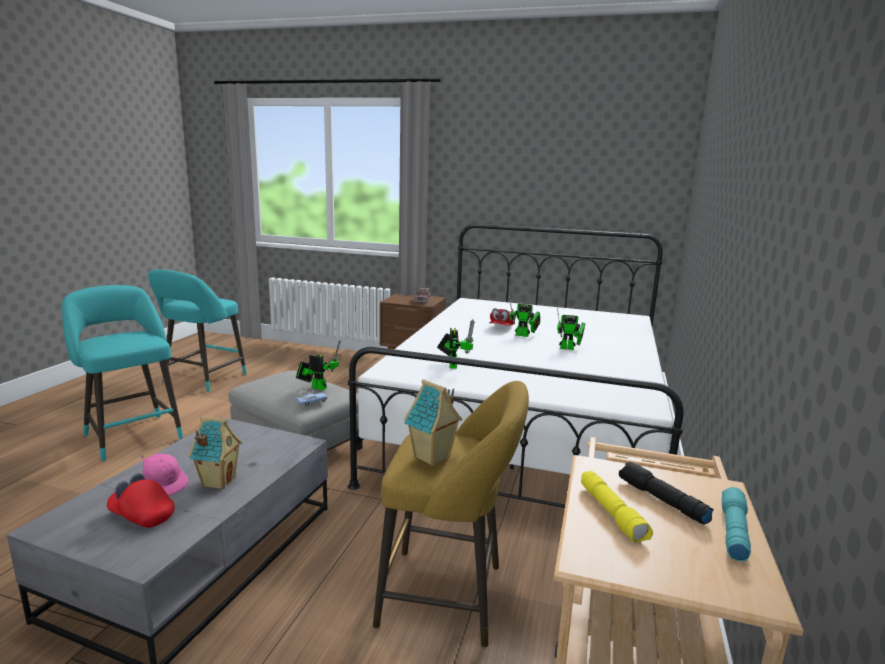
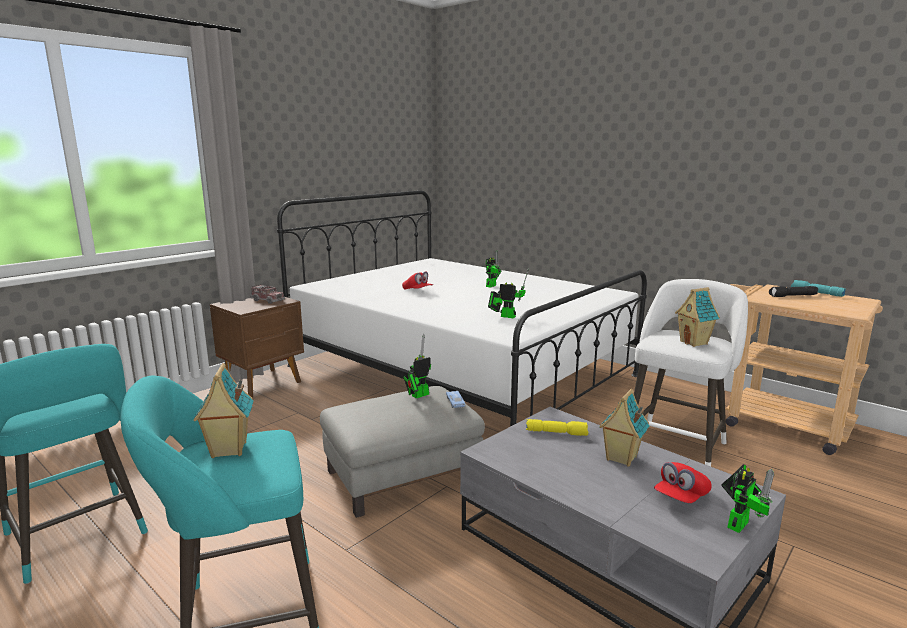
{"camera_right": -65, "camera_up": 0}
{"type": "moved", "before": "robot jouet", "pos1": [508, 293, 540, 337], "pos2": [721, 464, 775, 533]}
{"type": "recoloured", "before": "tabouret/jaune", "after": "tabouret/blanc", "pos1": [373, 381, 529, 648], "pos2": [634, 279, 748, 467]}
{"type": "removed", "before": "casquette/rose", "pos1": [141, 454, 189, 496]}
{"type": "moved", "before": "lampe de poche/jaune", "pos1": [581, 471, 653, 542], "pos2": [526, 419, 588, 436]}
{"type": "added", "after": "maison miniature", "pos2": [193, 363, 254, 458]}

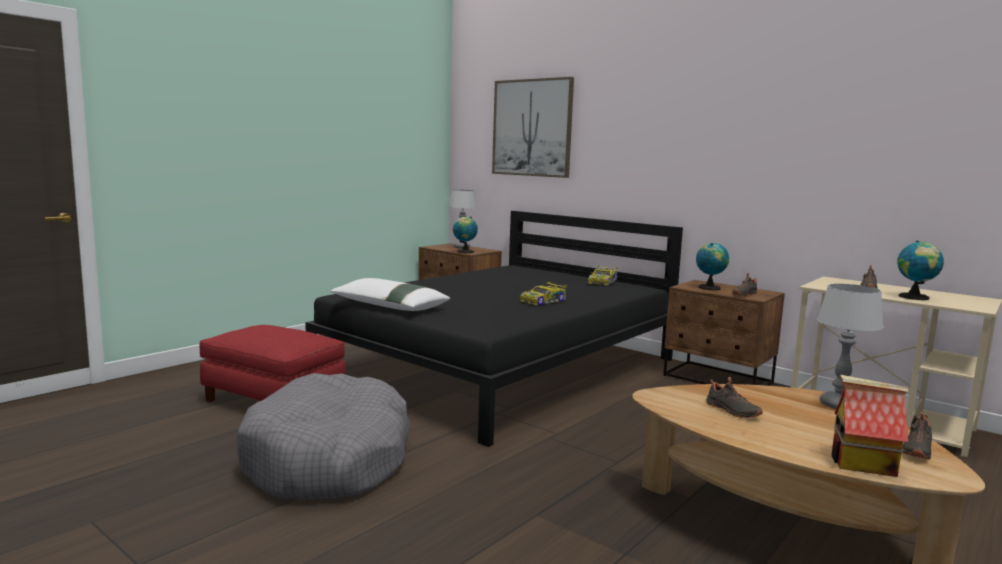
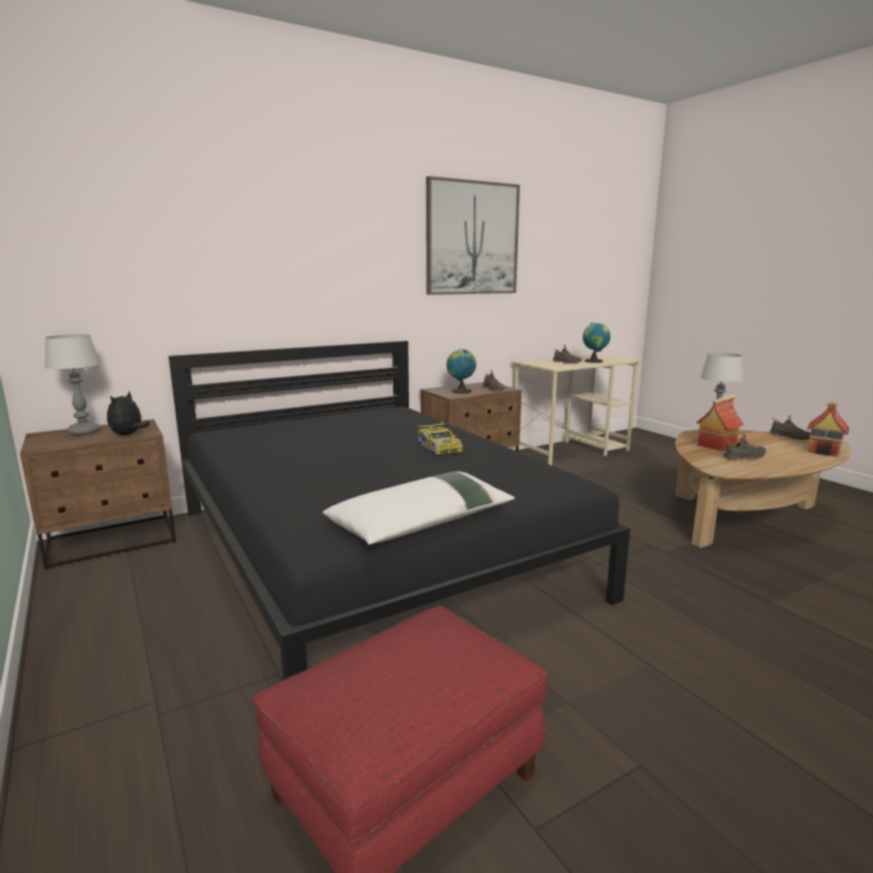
{"camera_right": -70, "camera_up": 5}
{"type": "moved", "before": "tableau", "pos1": [492, 77, 574, 178], "pos2": [426, 176, 520, 295]}
{"type": "replaced", "before": "globe", "after": "peluche", "pos1": [453, 216, 478, 253], "pos2": [107, 391, 150, 435]}
{"type": "removed", "before": "petite voiture", "pos1": [588, 265, 618, 285]}
{"type": "removed", "before": "panier pour chien/gris", "pos1": [236, 373, 410, 500]}
{"type": "added", "after": "maison miniature", "pos2": [696, 394, 744, 451]}

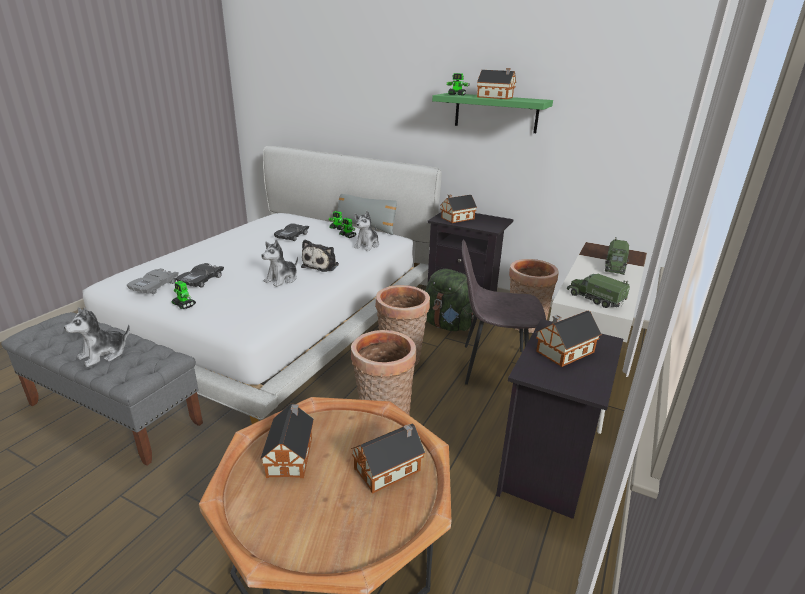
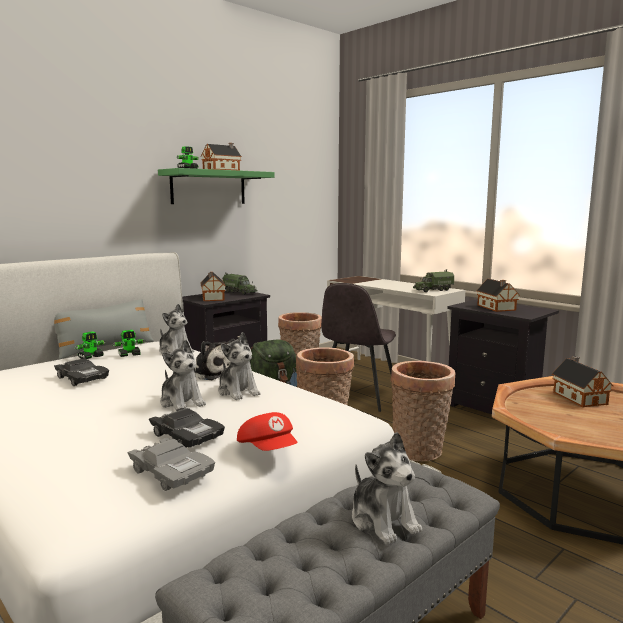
{"camera_right": -70, "camera_up": -15}
{"type": "moved", "before": "camion jouet", "pos1": [605, 237, 629, 275], "pos2": [223, 273, 257, 295]}
{"type": "replaced", "before": "robot jouet", "after": "casquette/rouge", "pos1": [172, 281, 196, 309], "pos2": [237, 412, 297, 451]}
{"type": "removed", "before": "maison miniature", "pos1": [260, 404, 314, 478]}
{"type": "added", "after": "peluche", "pos2": [160, 340, 206, 410]}

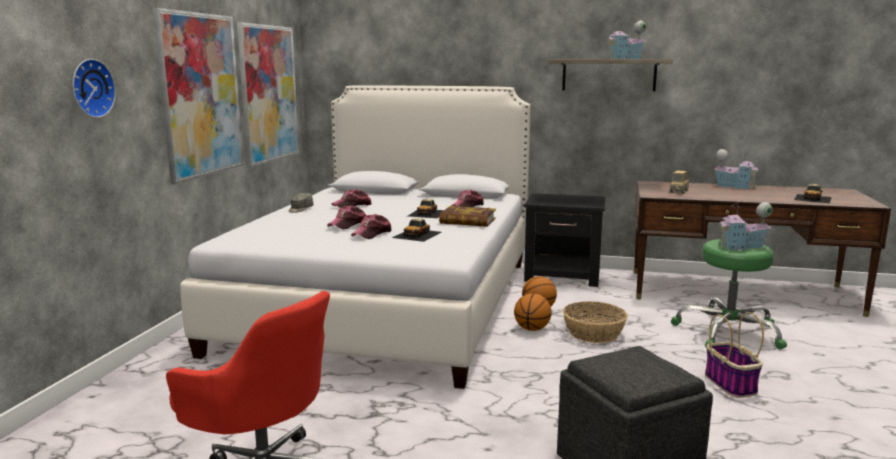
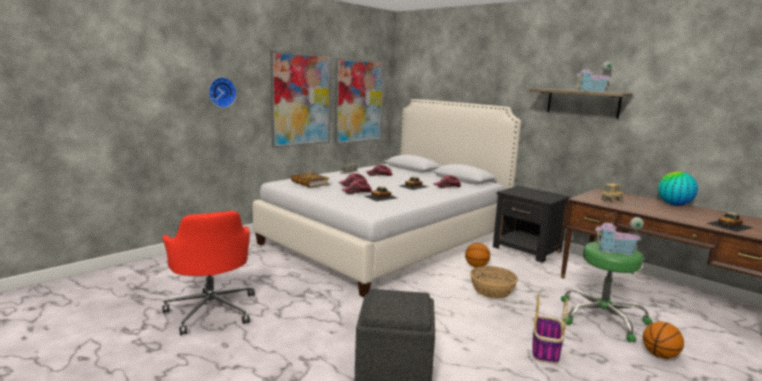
{"camera_right": 30, "camera_up": 0}
{"type": "replaced", "before": "maison miniature", "after": "globe", "pos1": [715, 148, 759, 189], "pos2": [658, 172, 698, 206]}
{"type": "moved", "before": "livre", "pos1": [439, 206, 496, 227], "pos2": [291, 172, 330, 188]}
{"type": "moved", "before": "ballon de basket", "pos1": [514, 293, 552, 331], "pos2": [643, 321, 684, 359]}

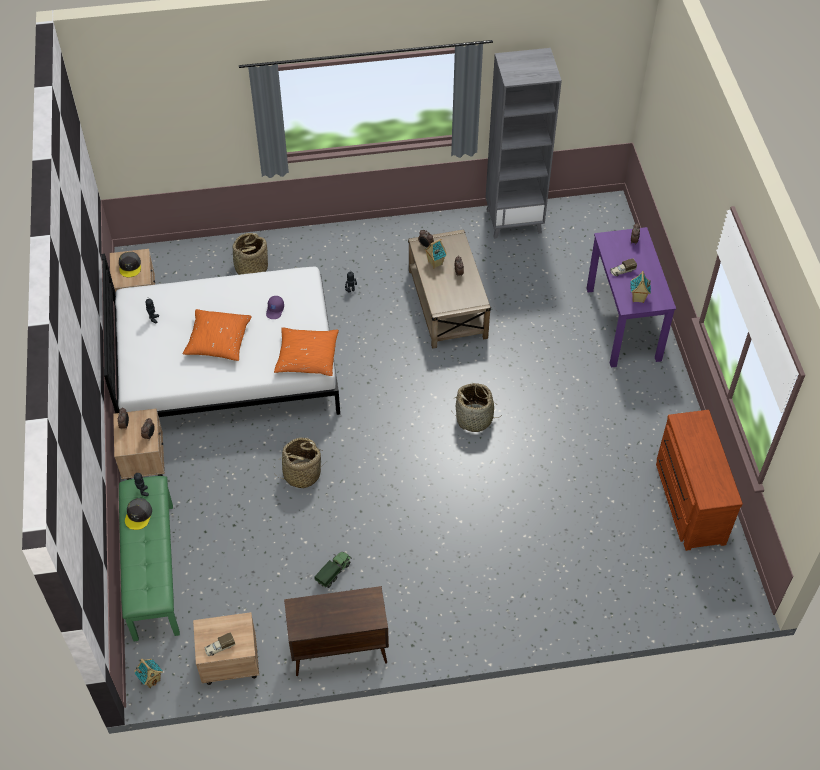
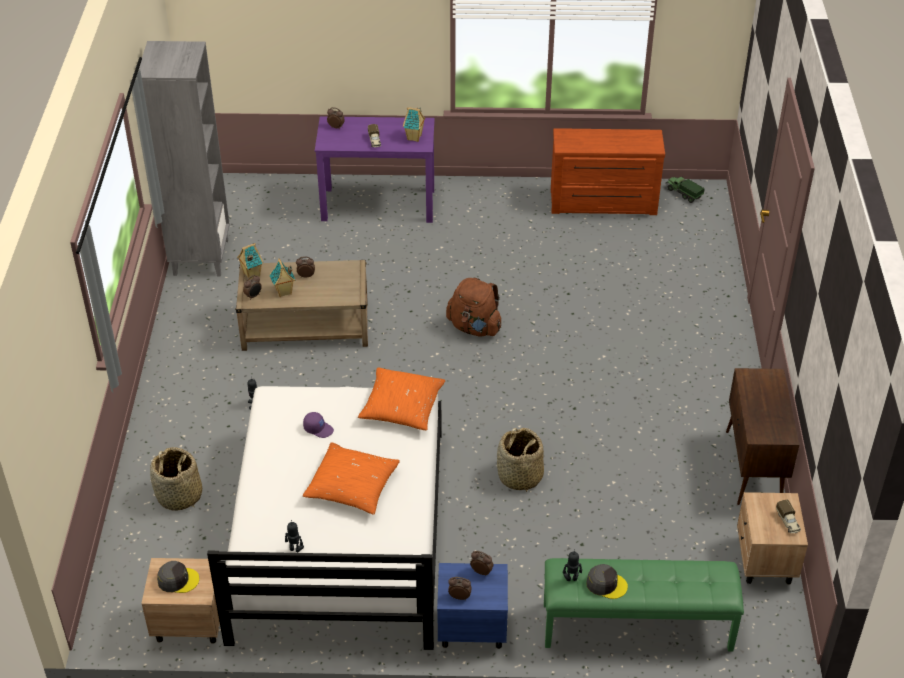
{"camera_right": -80, "camera_up": -10}
{"type": "replaced", "before": "panier", "after": "sac à dos/marron", "pos1": [452, 383, 501, 432], "pos2": [446, 278, 501, 336]}
{"type": "recoloured", "before": "table de chevet/beige", "after": "table de chevet/bleu", "pos1": [113, 408, 165, 480], "pos2": [437, 563, 508, 649]}
{"type": "moved", "before": "camion jouet", "pos1": [314, 551, 352, 588], "pos2": [666, 176, 704, 203]}
{"type": "moved", "before": "maison miniature", "pos1": [134, 659, 162, 688], "pos2": [237, 243, 263, 280]}

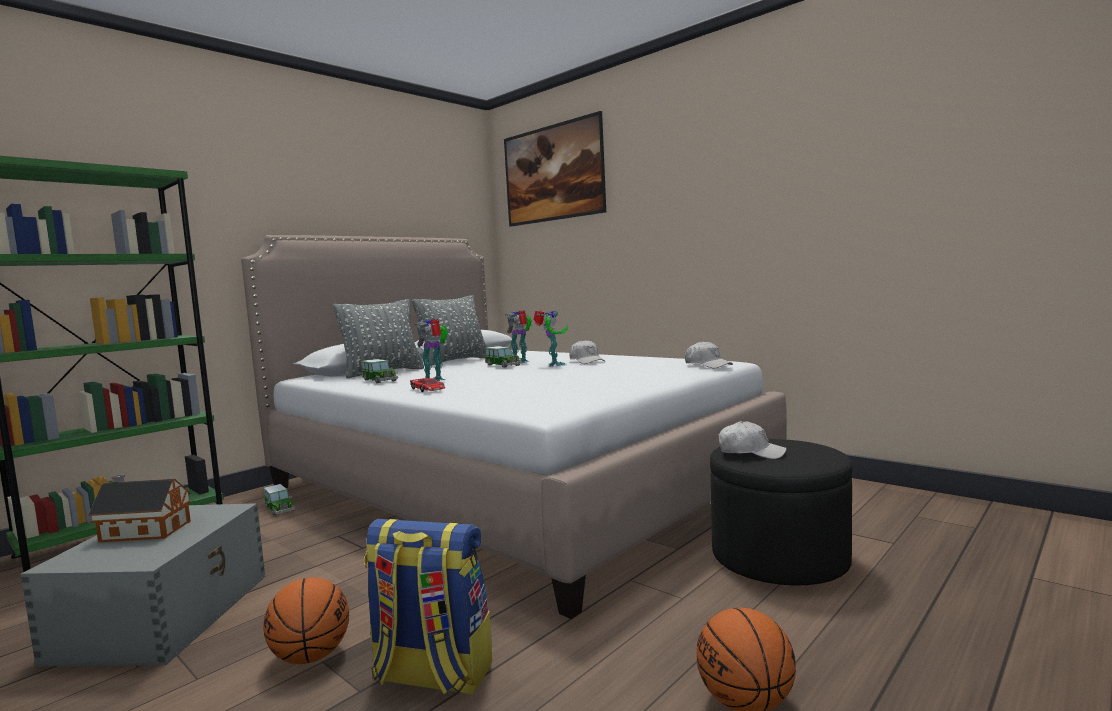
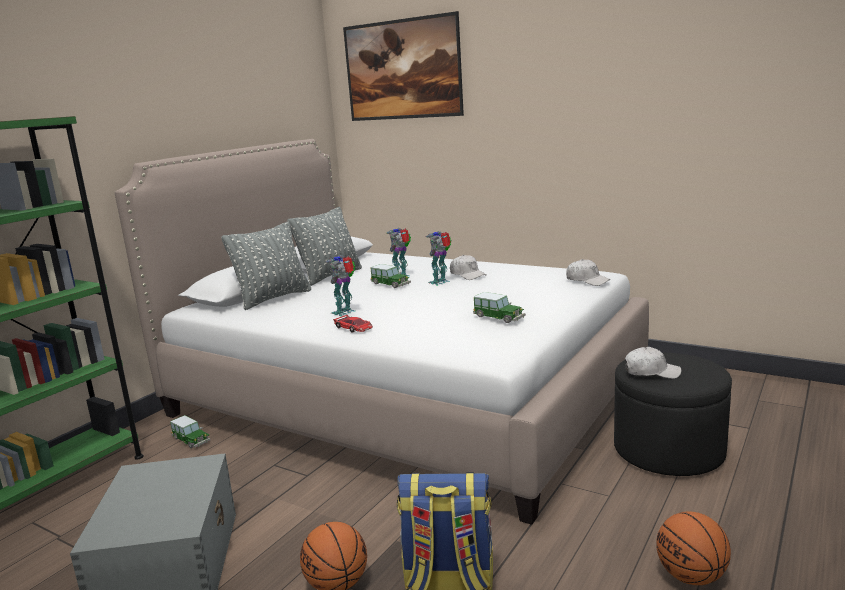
{"camera_right": -10, "camera_up": 10}
{"type": "turned", "before": "robot jouet", "pos1": [534, 310, 568, 367], "pos2": [426, 231, 451, 286], "turn": -120}
{"type": "moved", "before": "petite voiture", "pos1": [361, 359, 398, 384], "pos2": [473, 292, 526, 323]}
{"type": "removed", "before": "maison miniature", "pos1": [88, 474, 191, 542]}

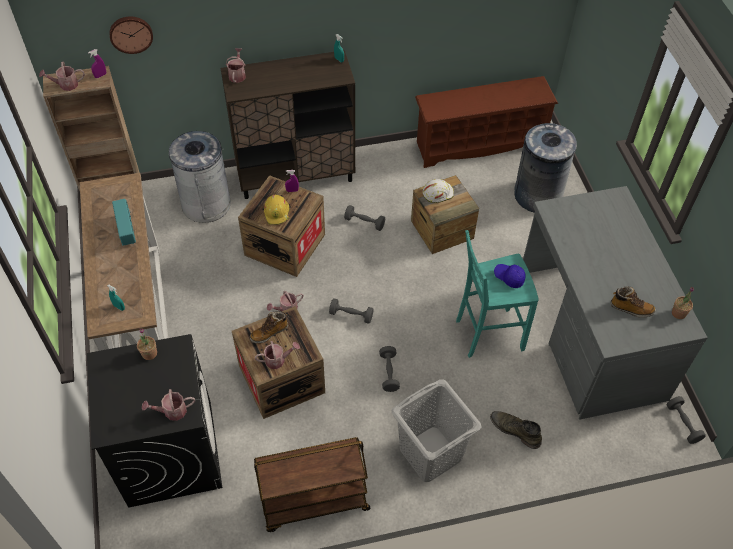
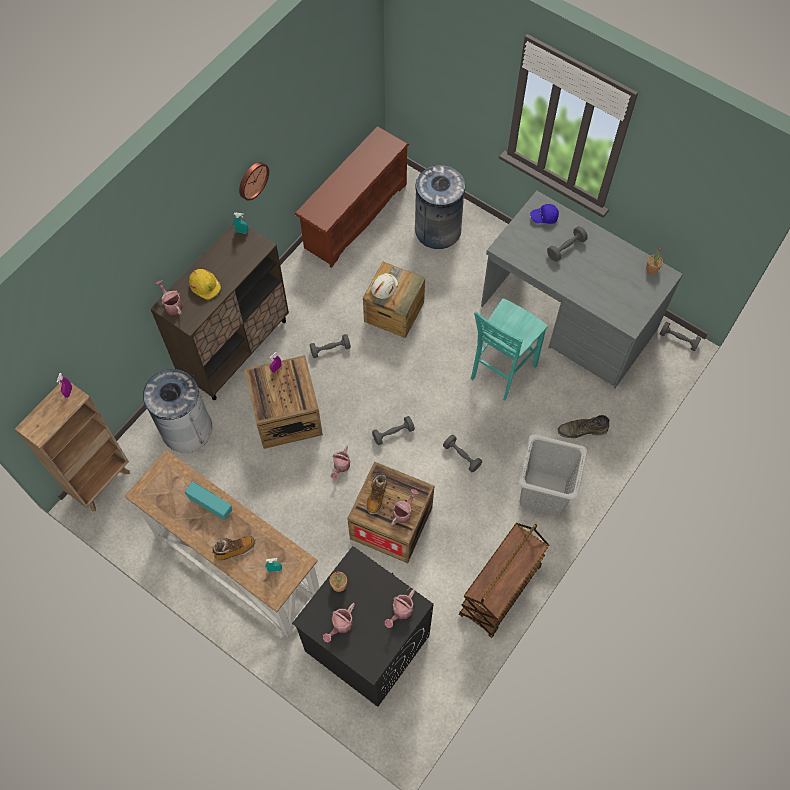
{"camera_right": -40, "camera_up": 10}
{"type": "moved", "before": "horloge murale", "pos1": [109, 16, 153, 54], "pos2": [239, 162, 269, 201]}
{"type": "moved", "before": "arrosoir", "pos1": [39, 62, 85, 91], "pos2": [323, 603, 355, 642]}
{"type": "moved", "before": "casque de chantier/jaune", "pos1": [264, 195, 290, 225], "pos2": [189, 269, 221, 300]}
{"type": "moved", "before": "casquette/bleu", "pos1": [494, 264, 526, 288], "pos2": [530, 204, 559, 224]}
{"type": "moved", "before": "botte", "pos1": [610, 286, 656, 318], "pos2": [212, 535, 255, 561]}
{"type": "added", "after": "haltère/gris", "pos2": [547, 226, 588, 262]}

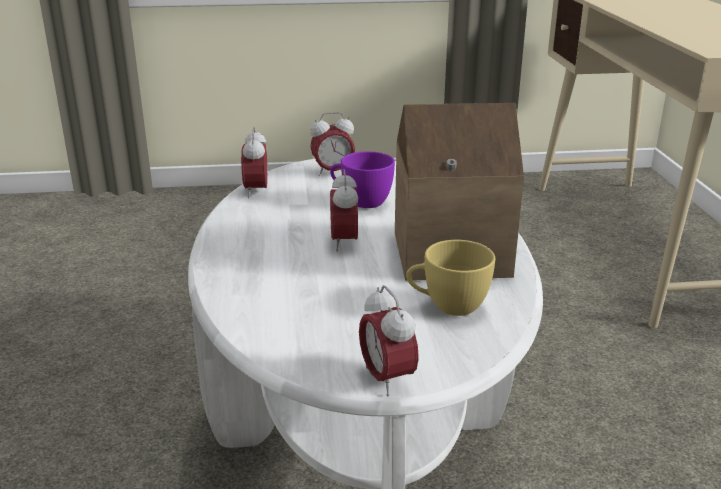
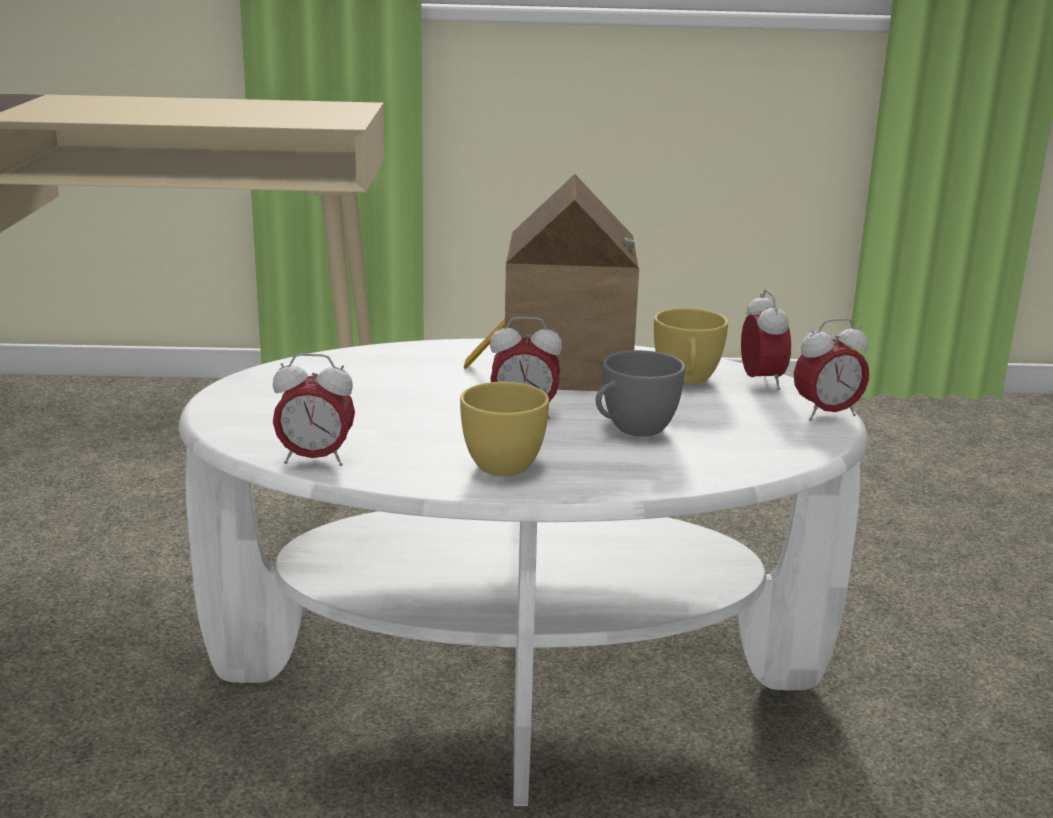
{"camera_right": -85, "camera_up": -5}
{"type": "moved", "before": "réveil", "pos1": [310, 112, 355, 176], "pos2": [741, 290, 791, 390]}
{"type": "removed", "before": "tasse/violet", "pos1": [330, 151, 395, 208]}
{"type": "added", "after": "tasse/gris", "pos2": [596, 350, 685, 436]}
{"type": "added", "after": "tasse/jaune", "pos2": [460, 382, 549, 476]}

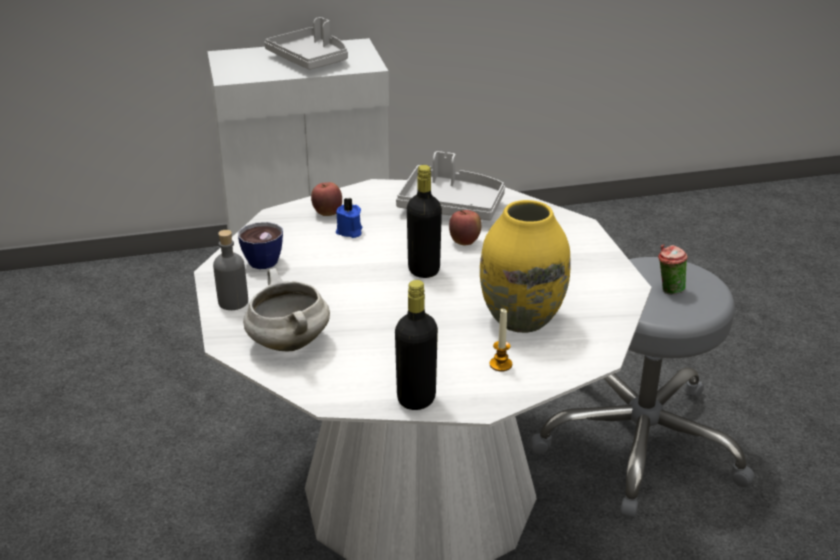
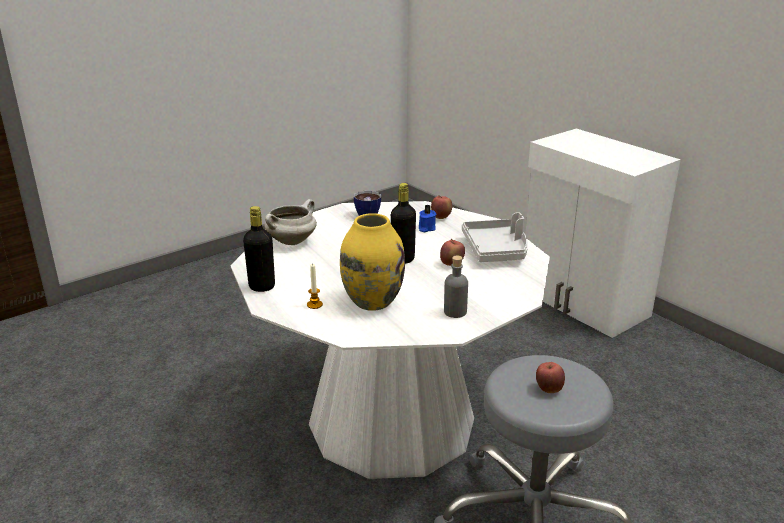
{"camera_right": 65, "camera_up": -5}
{"type": "removed", "before": "plateau/gris", "pos1": [264, 17, 348, 70]}
{"type": "moved", "before": "bouteille/gris", "pos1": [213, 230, 248, 310], "pos2": [444, 256, 468, 318]}
{"type": "replaced", "before": "tasse", "after": "pomme", "pos1": [658, 244, 688, 295], "pos2": [536, 362, 565, 393]}

